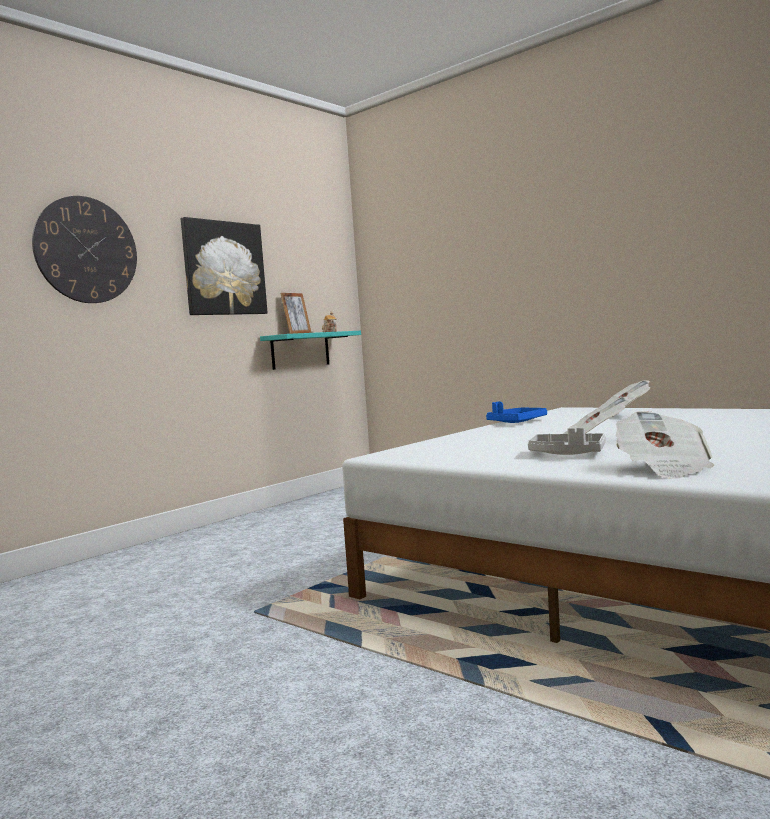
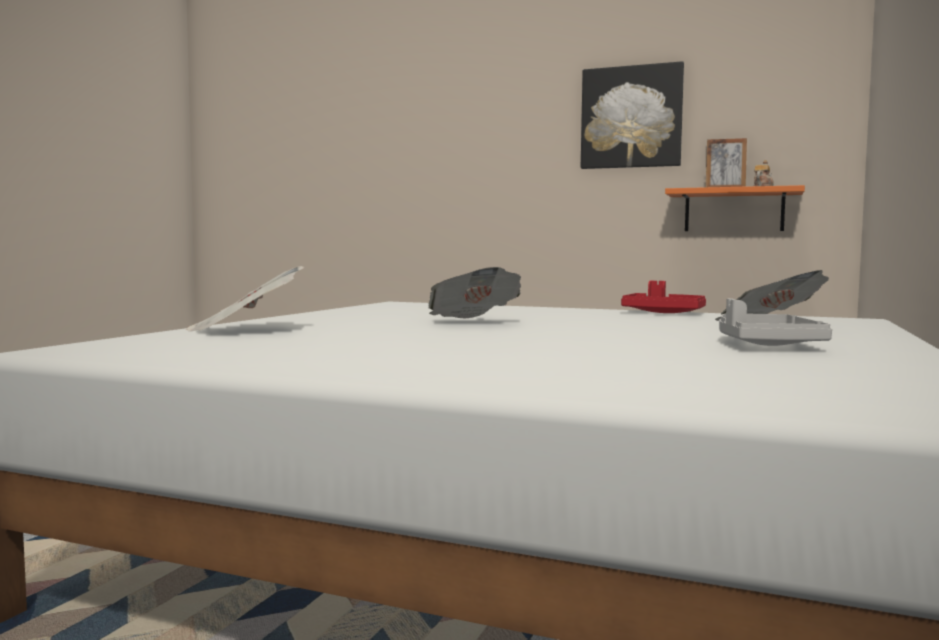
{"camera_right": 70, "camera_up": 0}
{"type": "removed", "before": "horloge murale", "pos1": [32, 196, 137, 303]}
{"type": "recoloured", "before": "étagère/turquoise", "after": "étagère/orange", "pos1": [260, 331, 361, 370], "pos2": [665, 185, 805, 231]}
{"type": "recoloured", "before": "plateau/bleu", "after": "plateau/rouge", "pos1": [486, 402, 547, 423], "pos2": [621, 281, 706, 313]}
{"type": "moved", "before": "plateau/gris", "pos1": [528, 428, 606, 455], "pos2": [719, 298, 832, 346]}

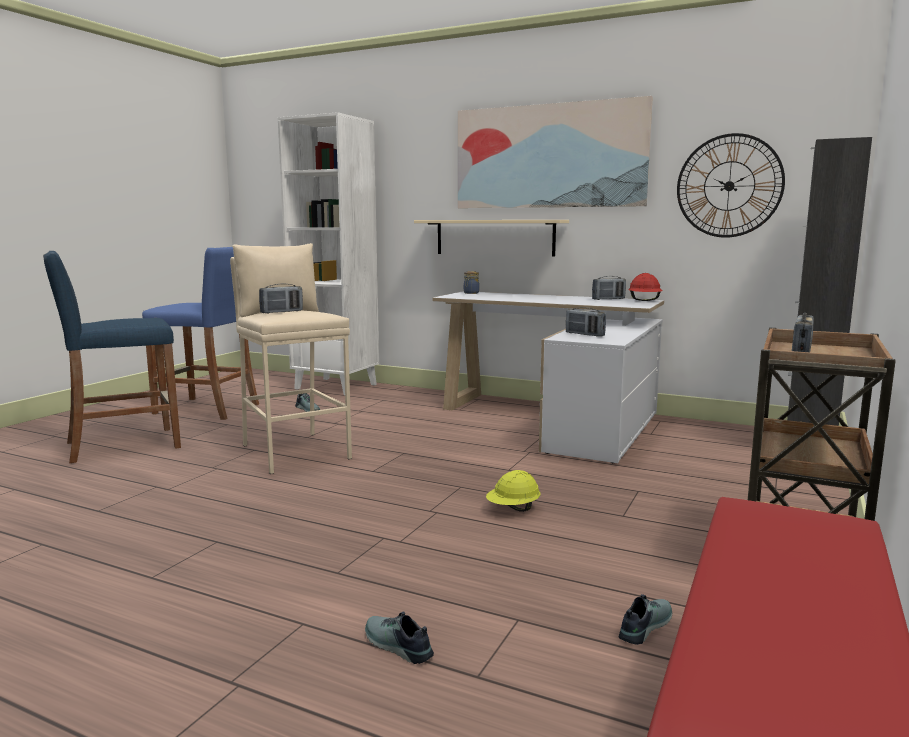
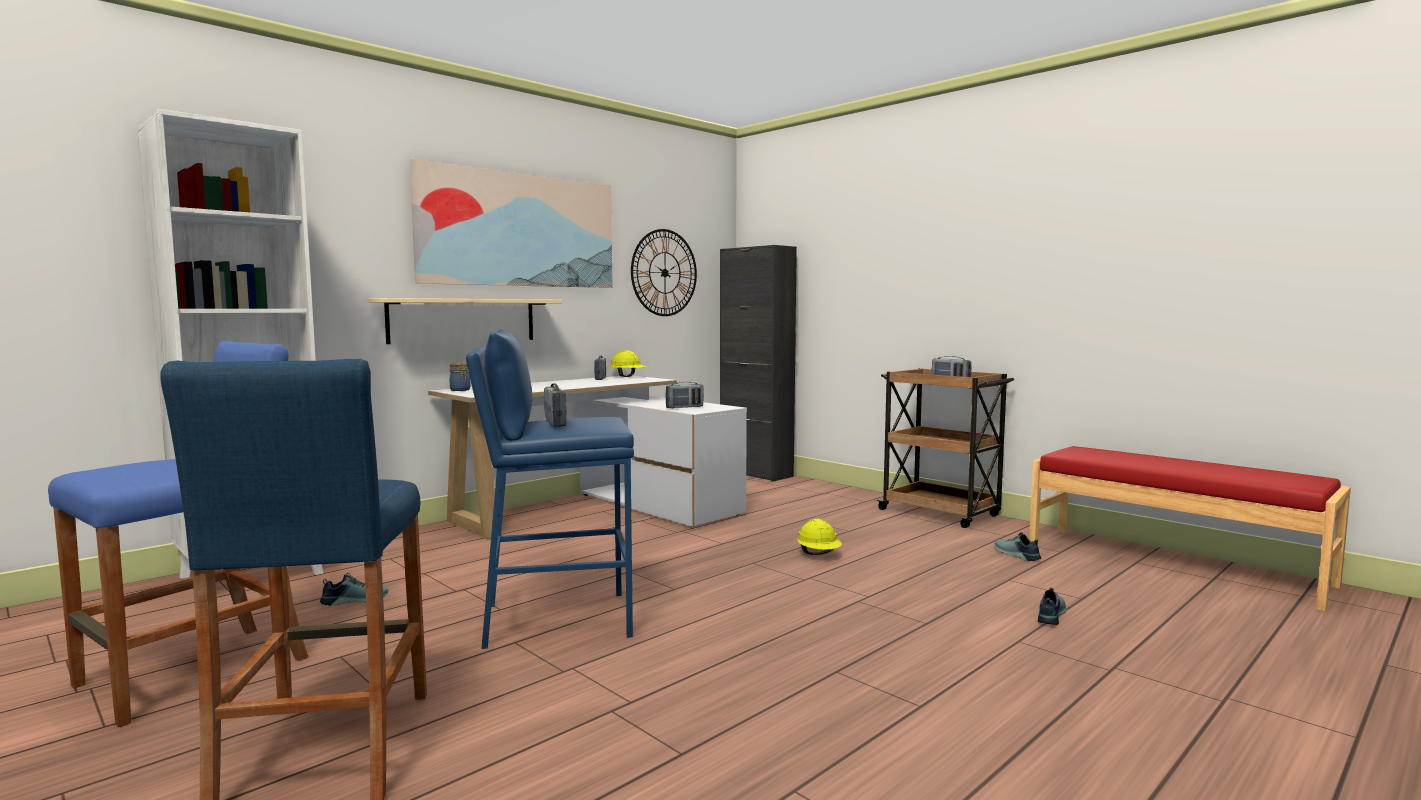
{"camera_right": -70, "camera_up": -5}
{"type": "recoloured", "before": "tabouret/beige", "after": "tabouret/bleu", "pos1": [230, 243, 352, 474], "pos2": [466, 329, 634, 649]}
{"type": "recoloured", "before": "casque de chantier/rouge", "after": "casque de chantier/jaune", "pos1": [628, 273, 663, 301], "pos2": [610, 350, 647, 377]}
{"type": "turned", "before": "chaussure", "pos1": [365, 611, 434, 664], "pos2": [1038, 588, 1066, 625], "turn": 150}

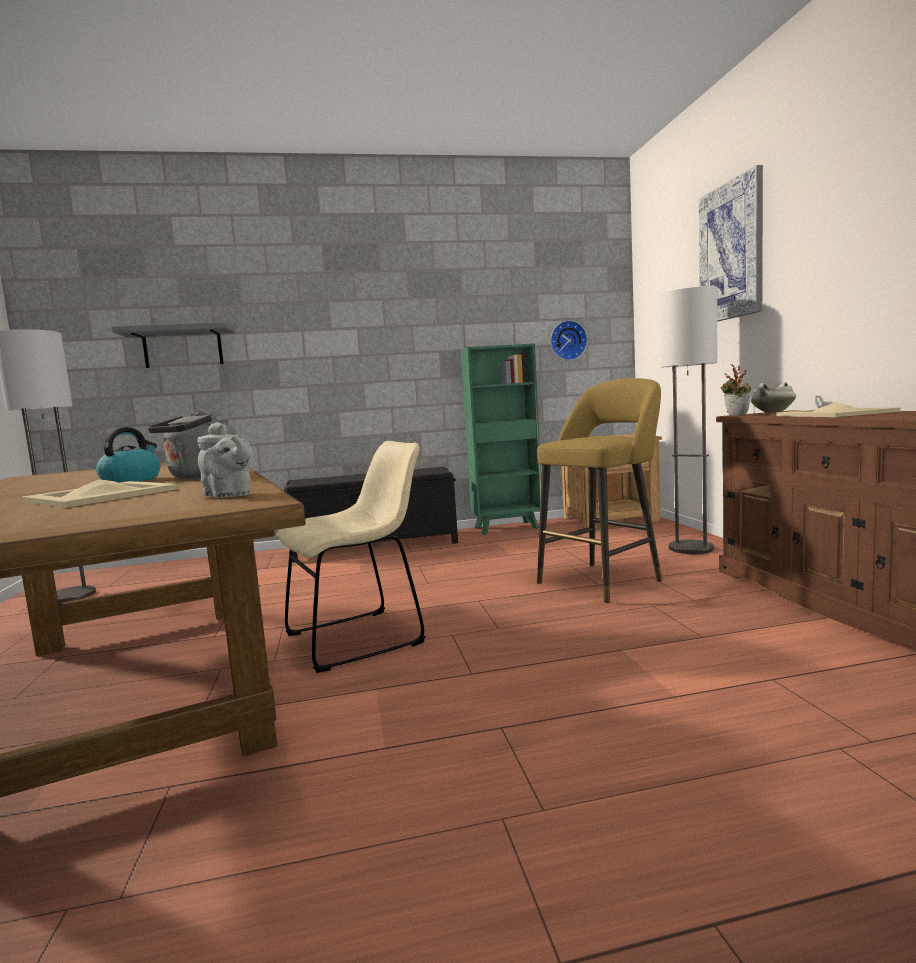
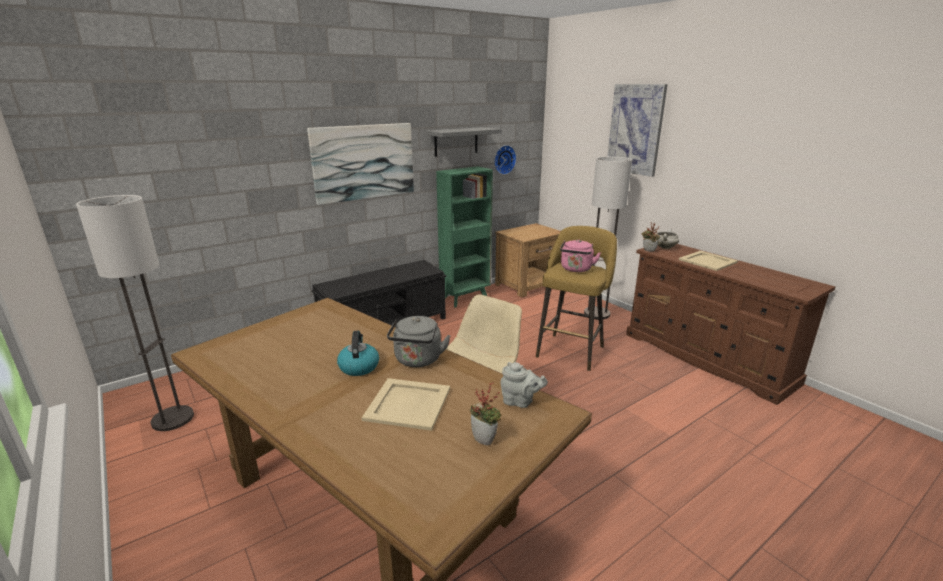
{"camera_right": -25, "camera_up": 15}
{"type": "moved", "before": "étagère/gris", "pos1": [112, 322, 234, 368], "pos2": [426, 127, 502, 157]}
{"type": "added", "after": "tableau", "pos2": [307, 123, 414, 205]}
{"type": "added", "after": "bouilloire/rose", "pos2": [560, 240, 601, 272]}
{"type": "added", "after": "plante en pot", "pos2": [470, 382, 502, 445]}

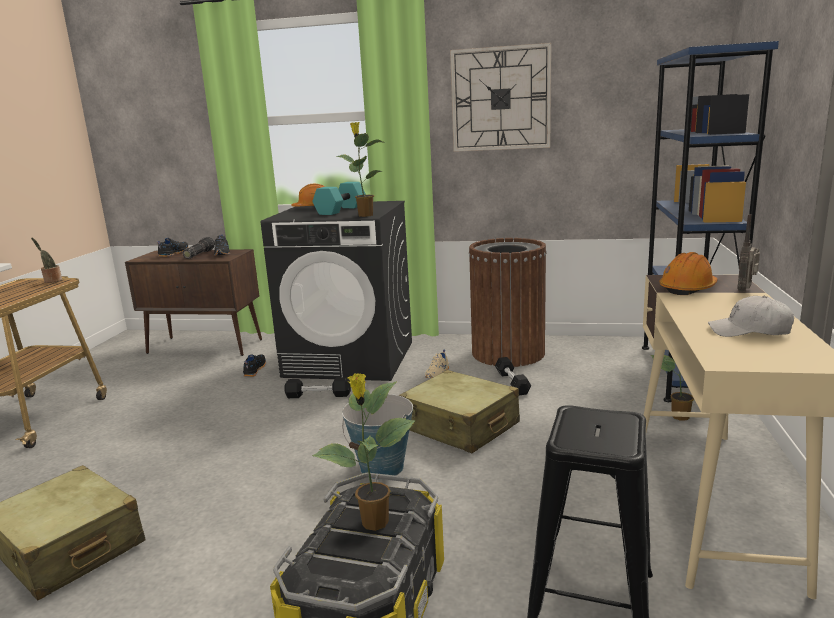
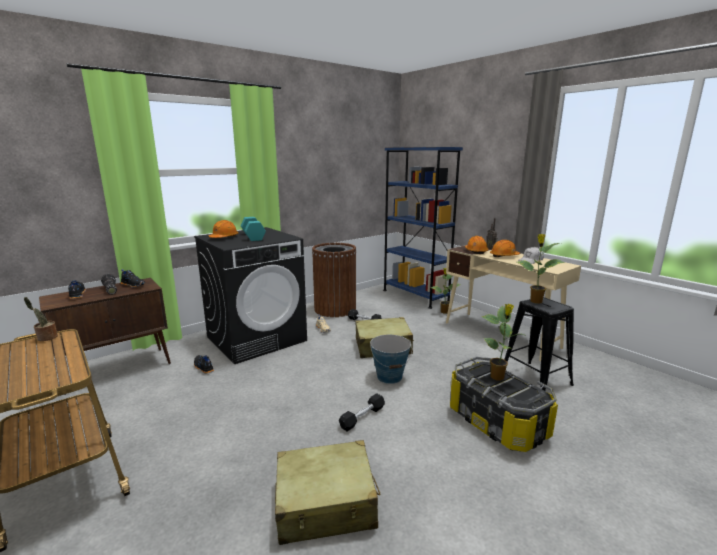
{"camera_right": -50, "camera_up": 0}
{"type": "removed", "before": "horloge murale", "pos1": [450, 43, 551, 152]}
{"type": "moved", "before": "plante en pot", "pos1": [336, 122, 383, 217], "pos2": [517, 234, 565, 304]}
{"type": "moved", "before": "haltère/noir", "pos1": [284, 377, 351, 398], "pos2": [339, 393, 385, 432]}
{"type": "added", "after": "casque de chantier/orange", "pos2": [490, 240, 520, 257]}

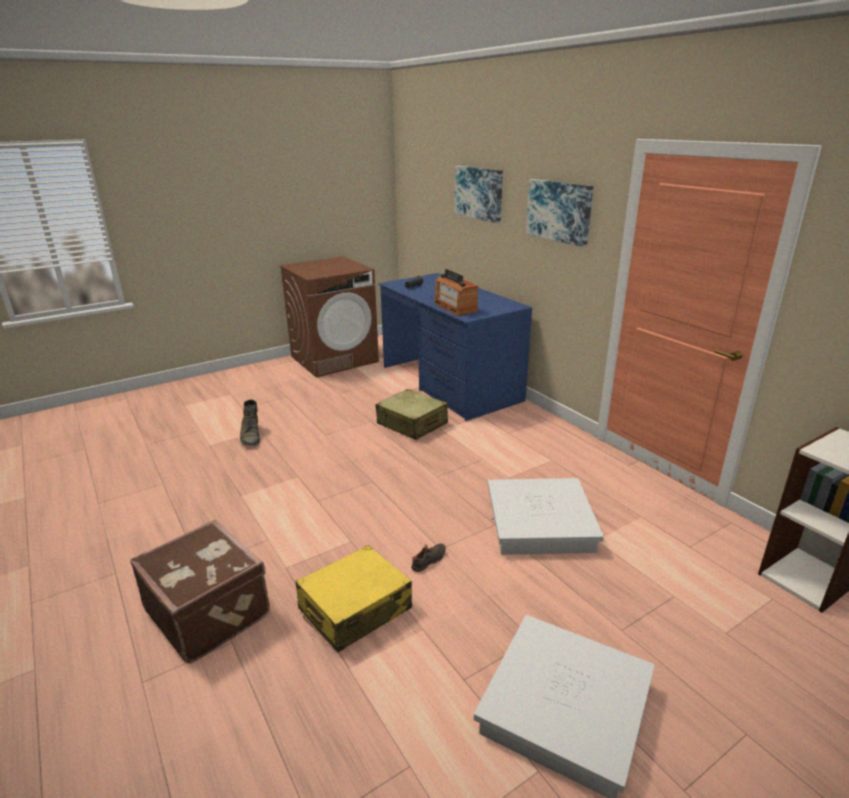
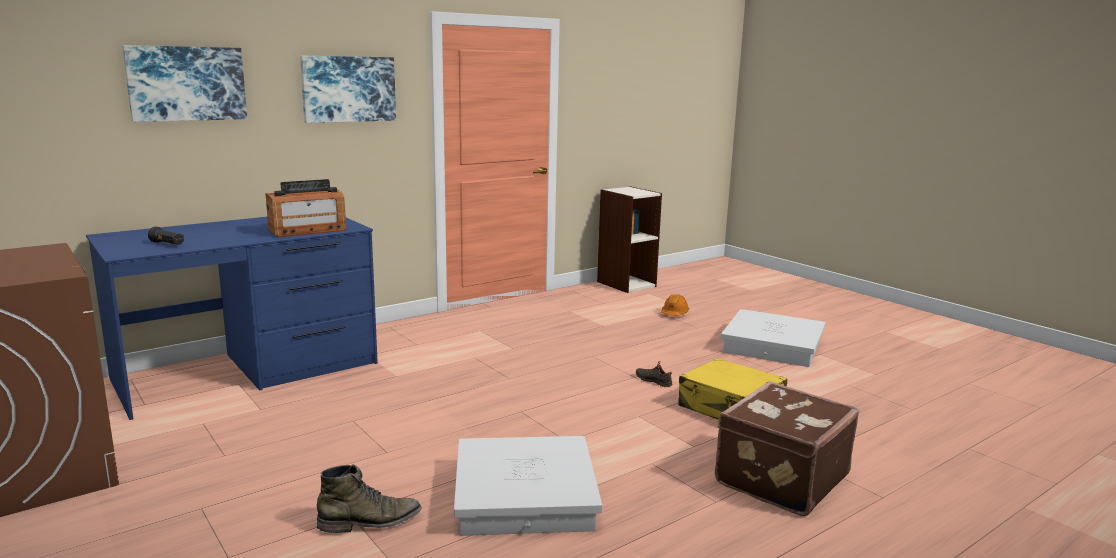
{"camera_right": -95, "camera_up": -10}
{"type": "removed", "before": "valise/beige", "pos1": [376, 389, 448, 440]}
{"type": "moved", "before": "boîte de rangement/blanc", "pos1": [488, 478, 604, 555], "pos2": [454, 436, 602, 536]}
{"type": "added", "after": "casque de chantier/orange", "pos2": [661, 294, 689, 316]}

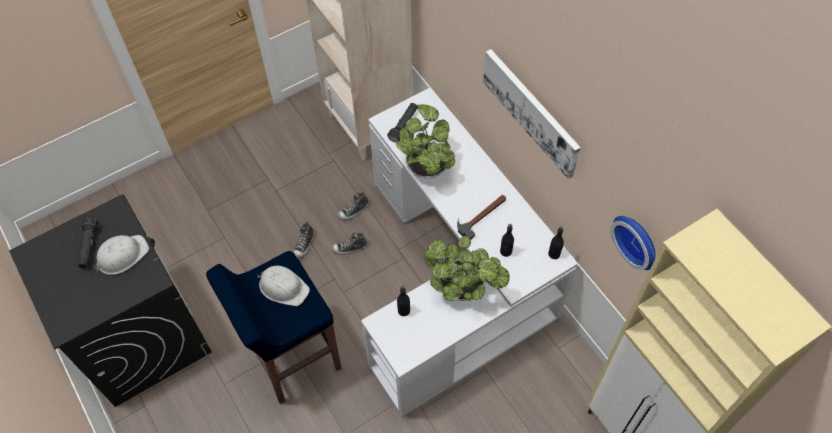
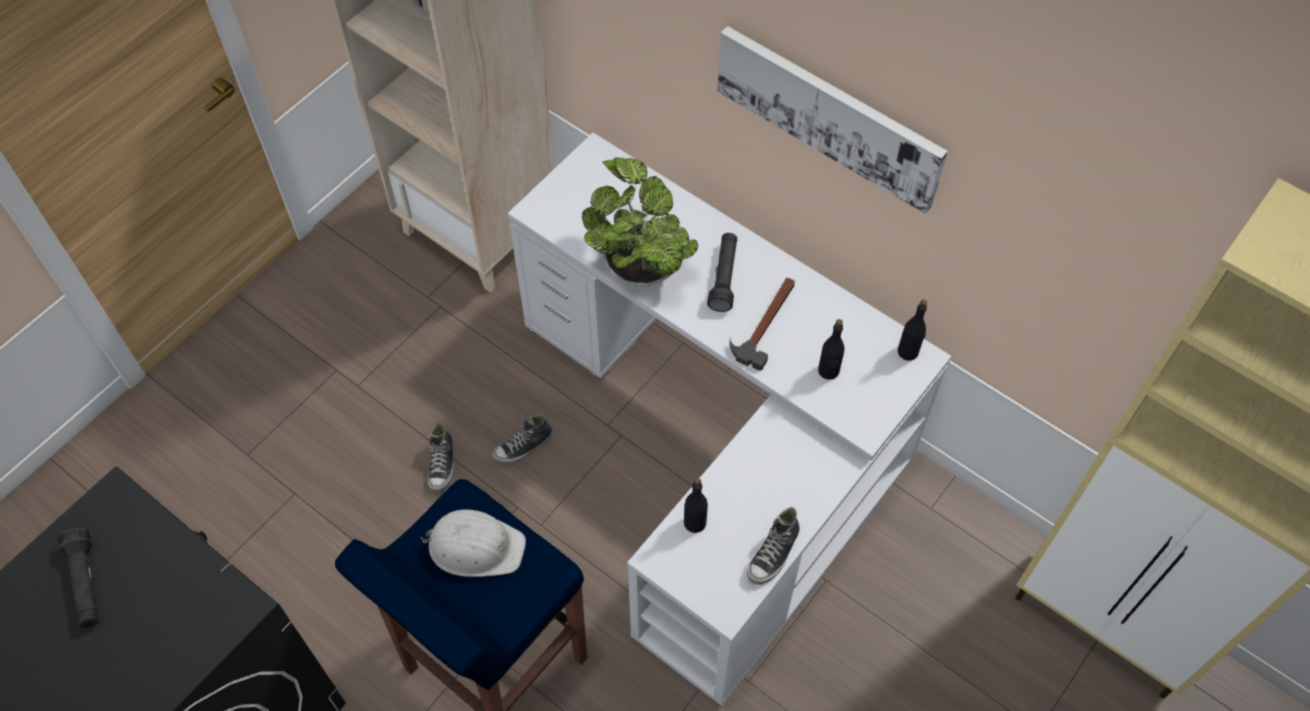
{"camera_right": -20, "camera_up": 0}
{"type": "moved", "before": "lampe de poche/noir", "pos1": [387, 103, 418, 143], "pos2": [707, 233, 737, 312]}
{"type": "moved", "before": "chaussure", "pos1": [337, 191, 369, 220], "pos2": [747, 507, 800, 585]}
{"type": "removed", "before": "horloge murale", "pos1": [611, 216, 656, 270]}
{"type": "removed", "before": "casque de chantier/blanc", "pos1": [95, 235, 149, 275]}
{"type": "removed", "before": "plante en pot", "pos1": [424, 236, 510, 301]}

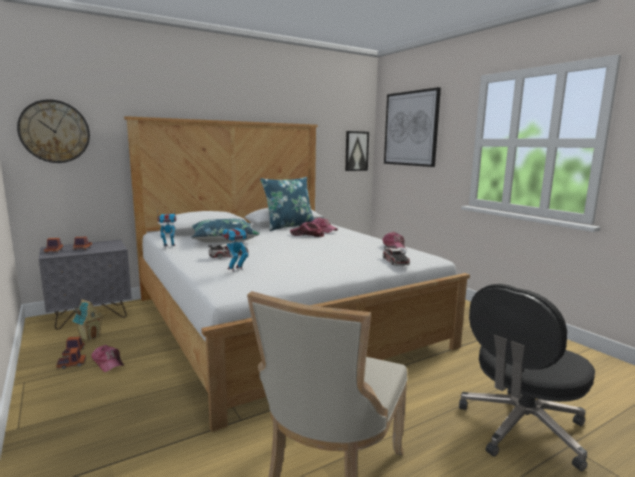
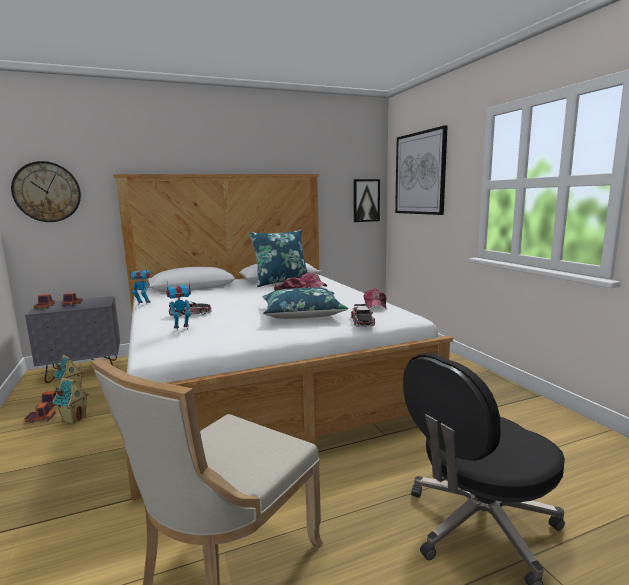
{"camera_right": 10, "camera_up": 0}
{"type": "moved", "before": "coussin/bleu", "pos1": [191, 219, 260, 243], "pos2": [263, 287, 348, 319]}
{"type": "replaced", "before": "casquette", "after": "maison miniature", "pos1": [91, 345, 124, 372], "pos2": [53, 378, 89, 424]}

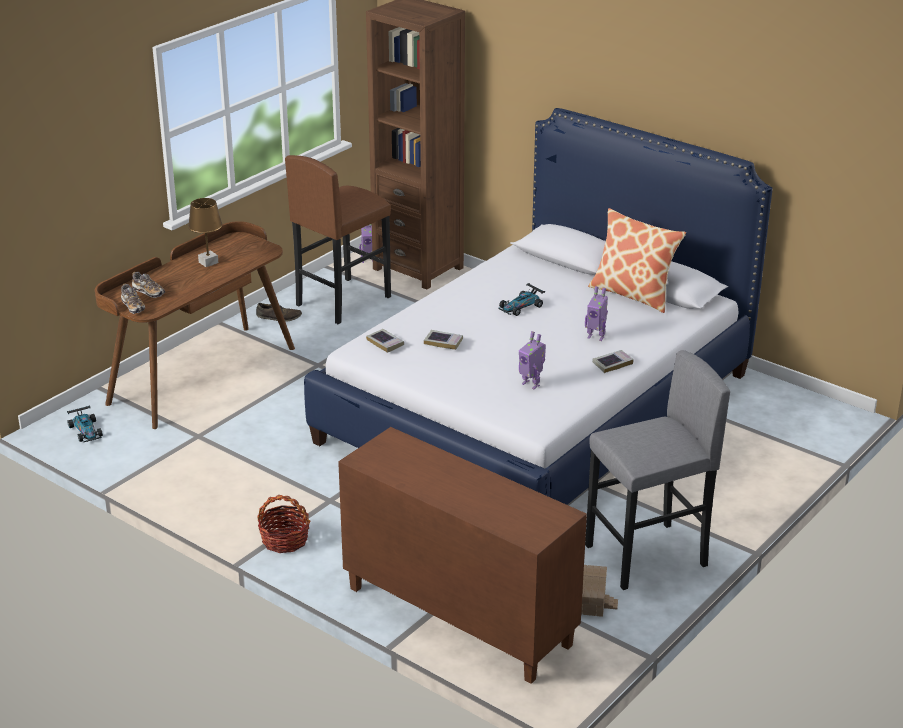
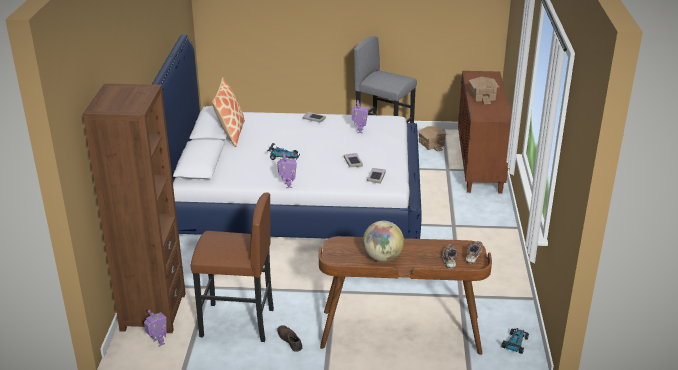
{"camera_right": -125, "camera_up": 0}
{"type": "replaced", "before": "lampe de table/marron", "after": "globe", "pos1": [188, 198, 223, 267], "pos2": [363, 221, 404, 262]}
{"type": "moved", "before": "robot jouet", "pos1": [585, 286, 608, 341], "pos2": [277, 152, 297, 189]}
{"type": "removed", "before": "panier", "pos1": [257, 495, 311, 553]}
{"type": "added", "after": "maison miniature", "pos2": [469, 77, 499, 104]}

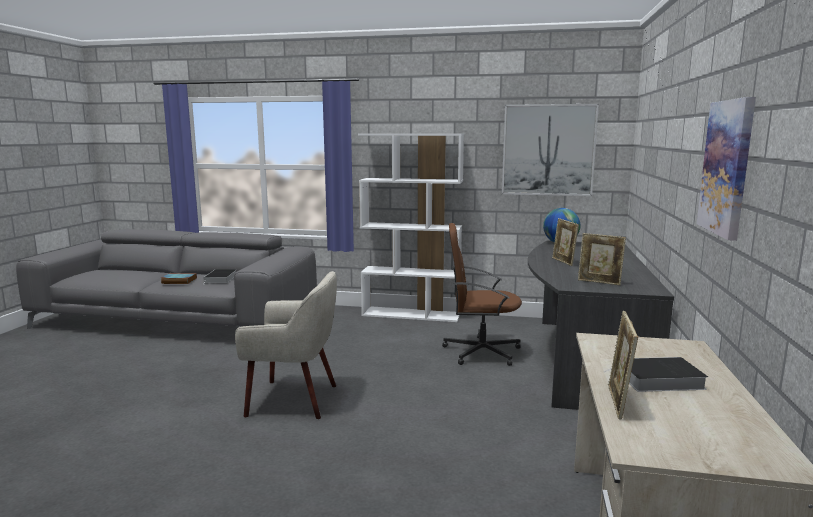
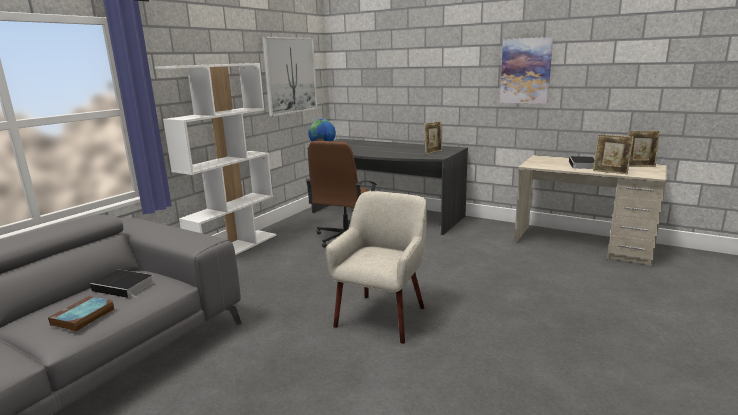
{"camera_right": -70, "camera_up": 5}
{"type": "moved", "before": "cadre photo", "pos1": [552, 218, 579, 266], "pos2": [628, 131, 660, 167]}

